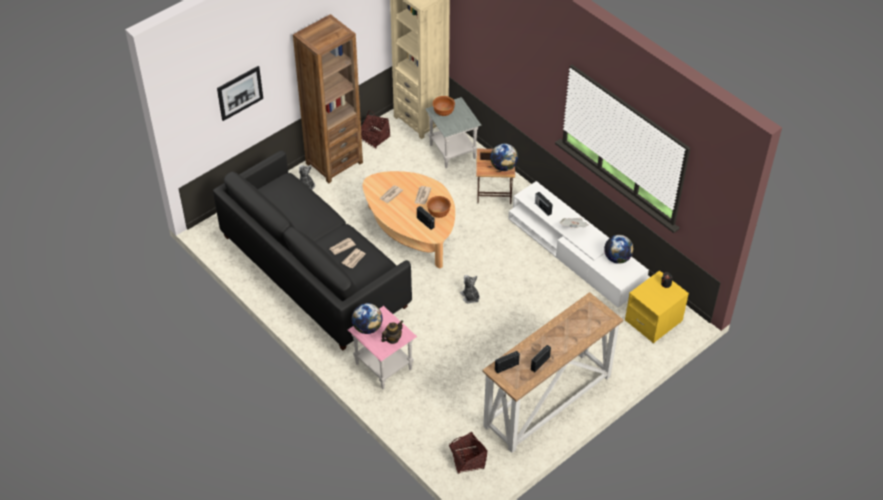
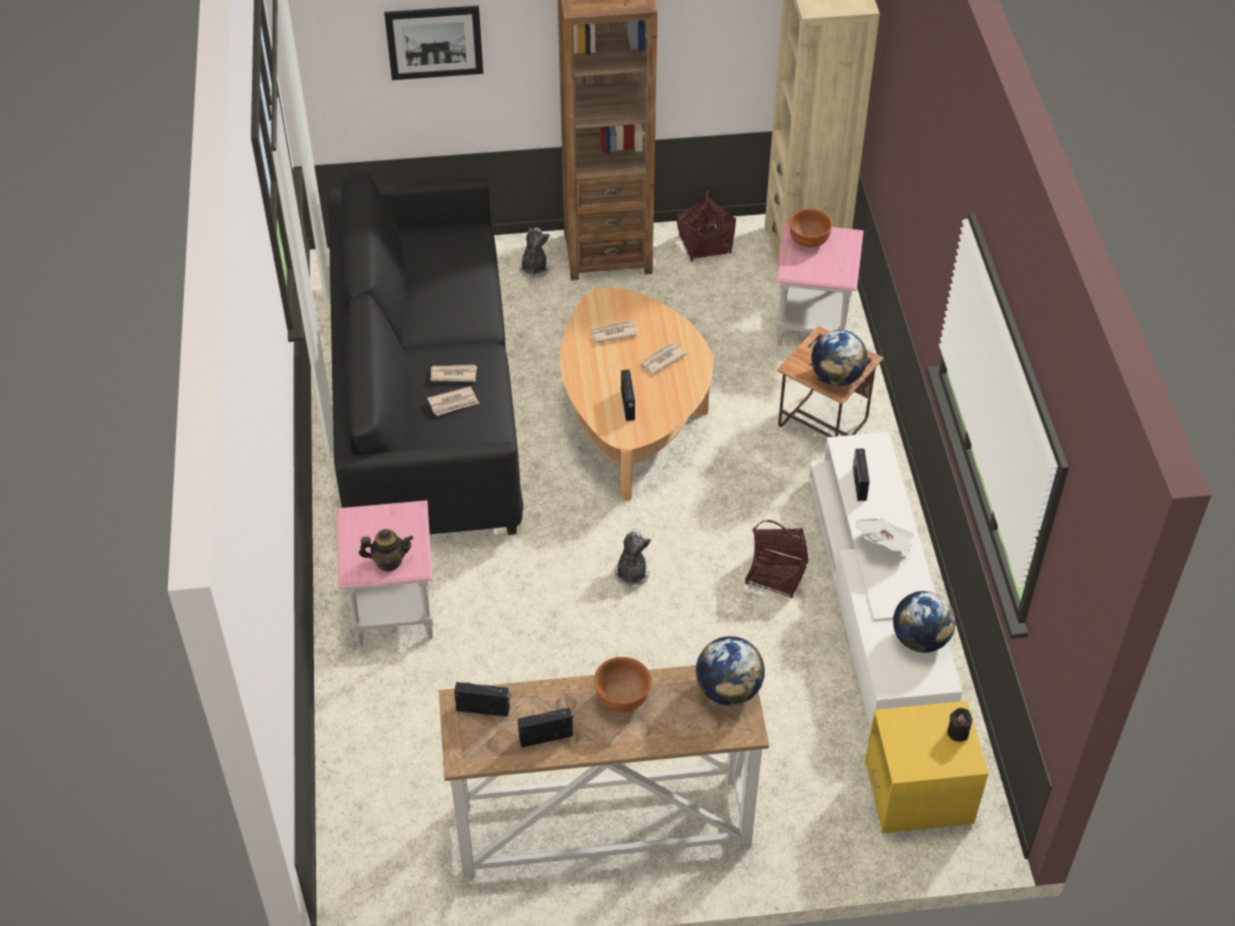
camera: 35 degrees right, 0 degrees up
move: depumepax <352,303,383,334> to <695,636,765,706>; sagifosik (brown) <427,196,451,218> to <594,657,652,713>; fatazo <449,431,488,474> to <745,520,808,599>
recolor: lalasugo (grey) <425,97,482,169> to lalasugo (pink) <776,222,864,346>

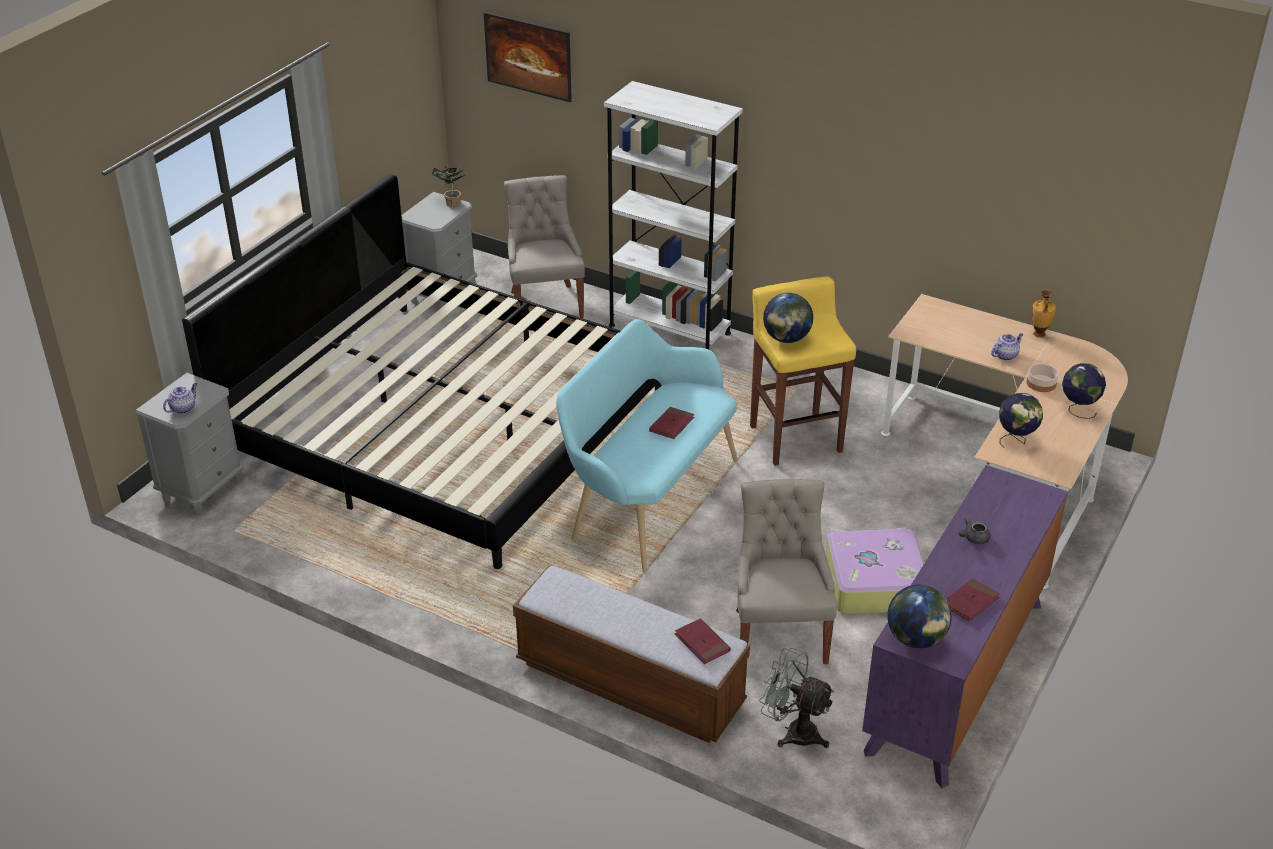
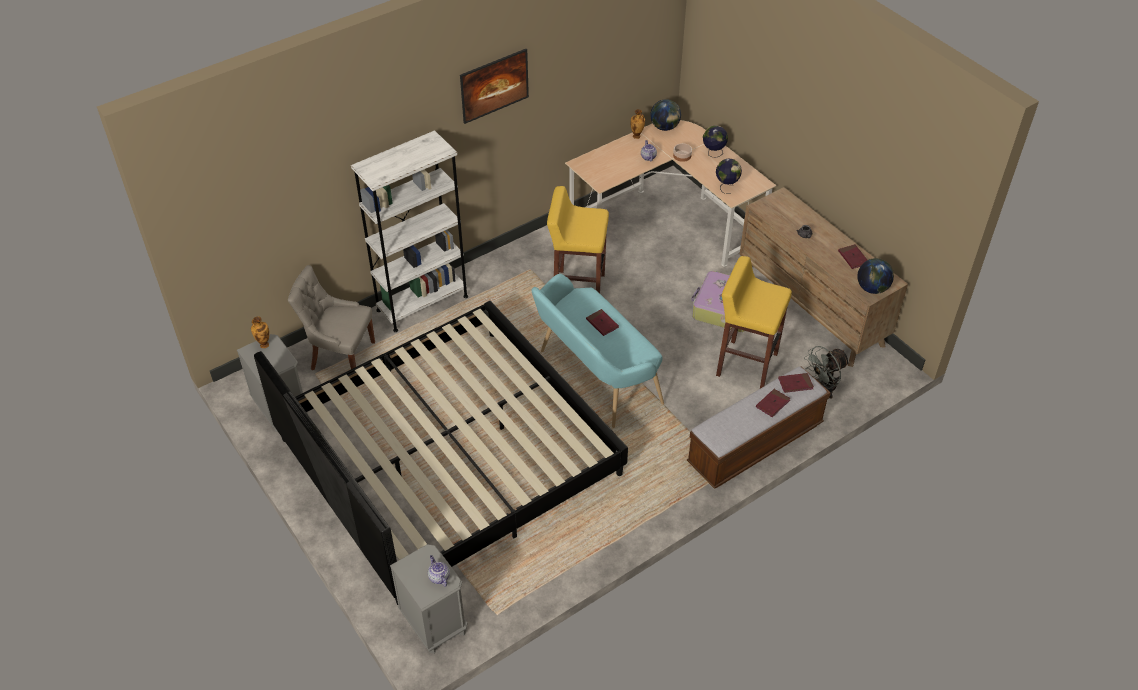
camera: 65 degrees left, 10 degrees up
insert: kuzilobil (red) <756,389,791,417>
move: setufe <484,12,572,102> to <460,49,529,124>; depumepax <763,293,813,343> to <650,99,681,131>
replace: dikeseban <432,165,464,207> to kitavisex <251,317,269,348>; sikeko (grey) <736,479,837,664> to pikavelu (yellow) <716,256,792,389>
recolor: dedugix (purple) <862,465,1068,788> to dedugix (brown) <740,187,908,367>

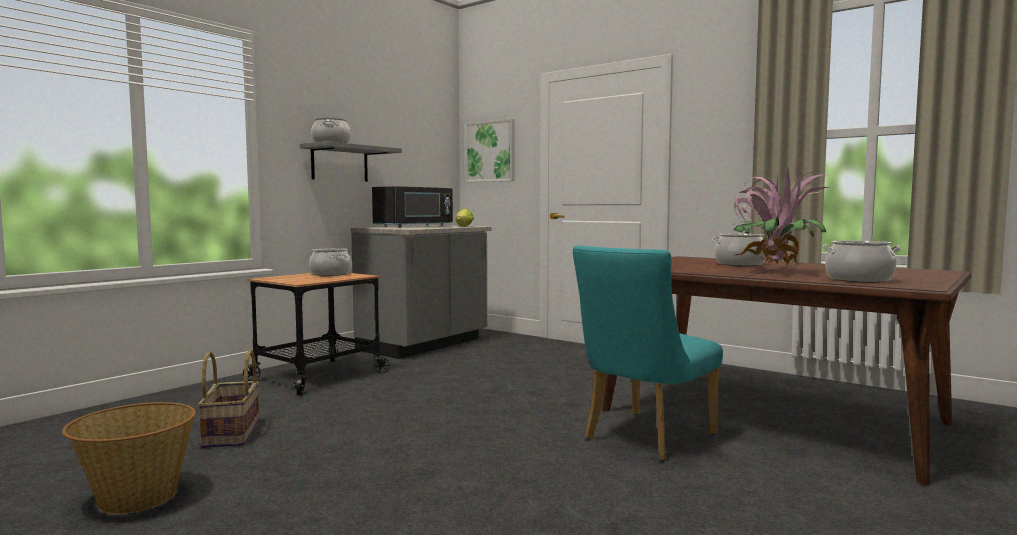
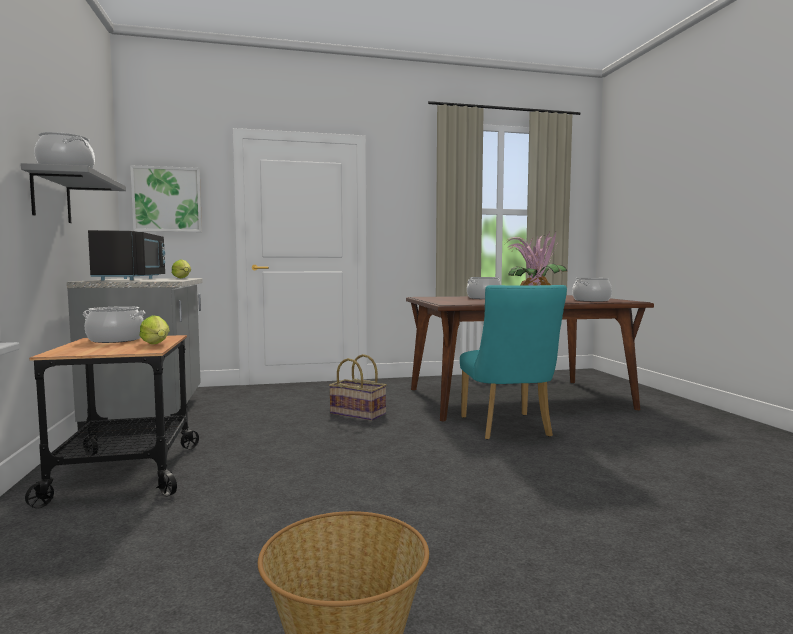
camera: 50 degrees left, 0 degrees up
insert: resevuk <139,315,170,344>
move: fatazo <197,350,259,448> to <329,354,387,421>

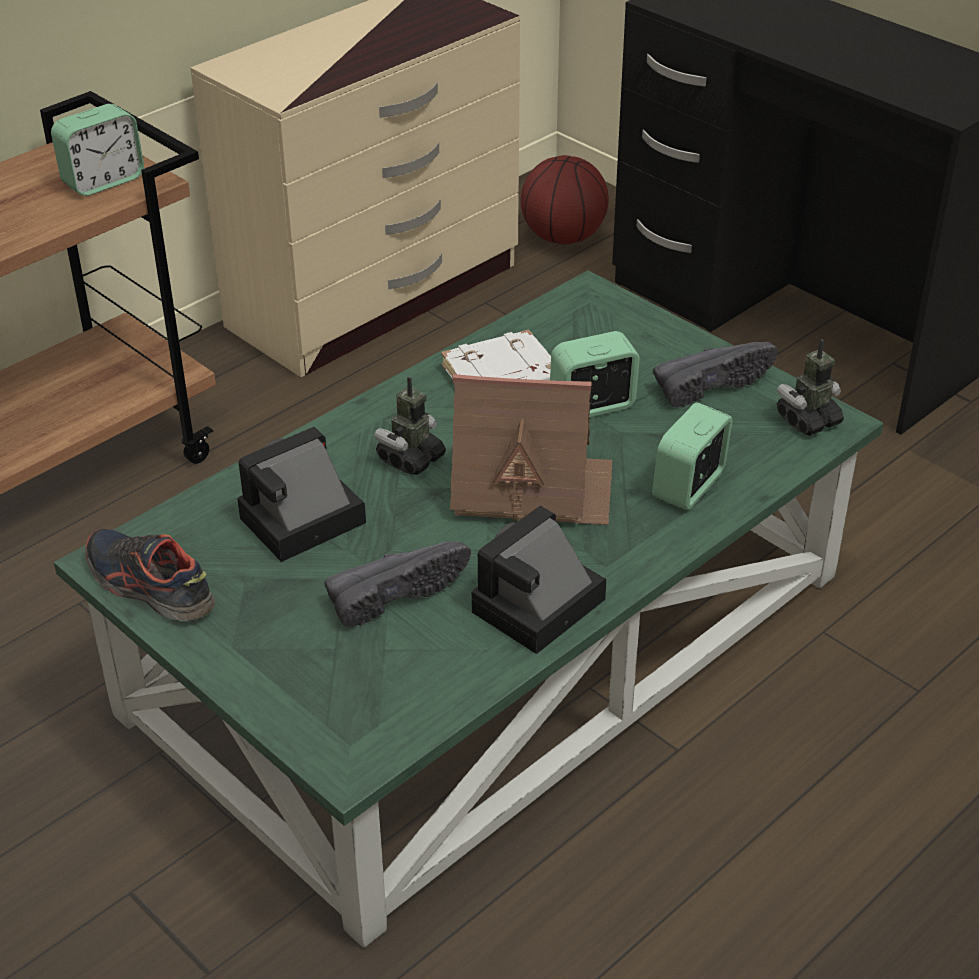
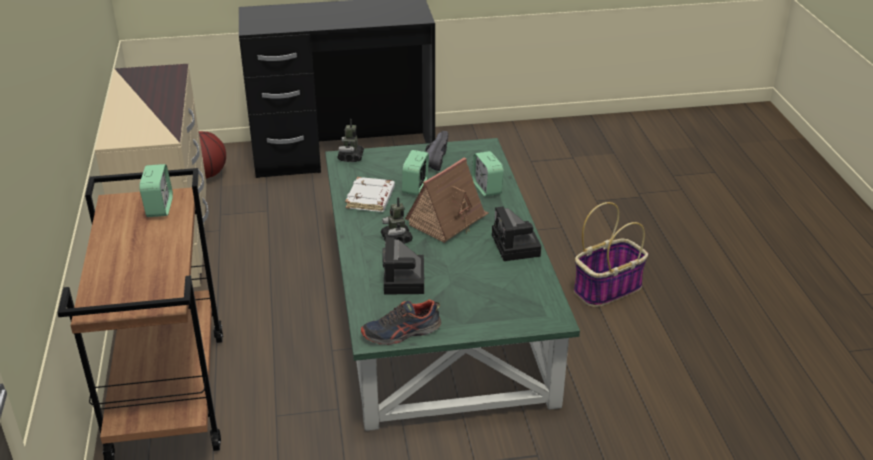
camera: 55 degrees left, 5 degrees down
delete: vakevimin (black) <325,541,471,628>
insert: fatazo <574,202,648,307>
move: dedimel <777,339,844,436> to <337,119,364,162>

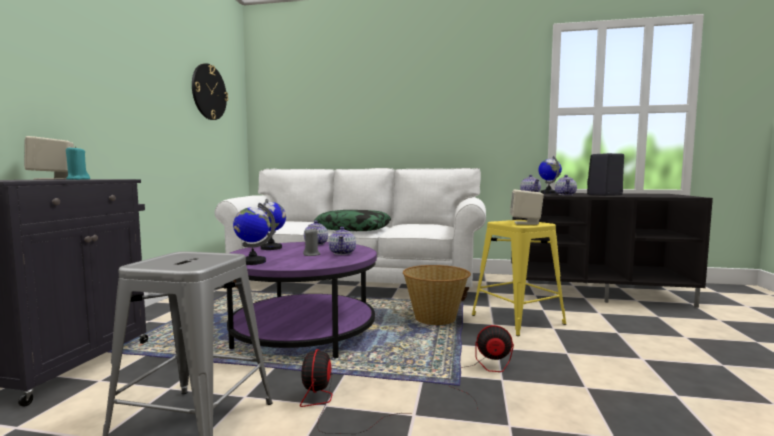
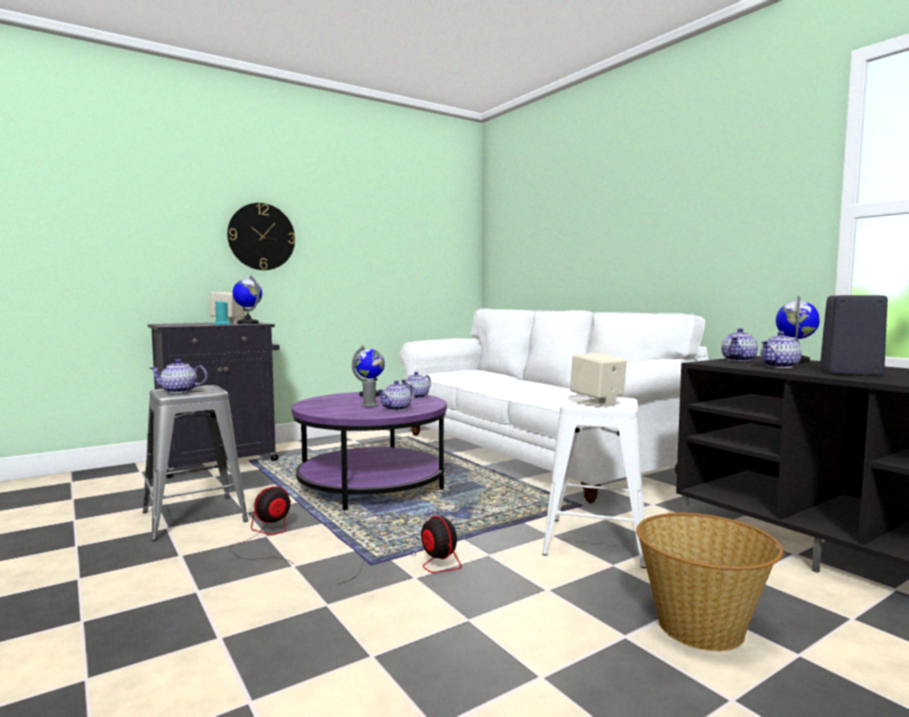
camera: 45 degrees right, 0 degrees up
delete: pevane <314,210,391,231>
insert: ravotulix <150,359,207,393>
move: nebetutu <192,63,228,120> to <227,203,295,270>; depumepax <233,203,275,265> to <232,275,262,324>; fatazo <403,265,471,325> to <636,513,783,651>
recolor: pikavelu (yellow) <472,220,566,336> to pikavelu (white) <542,395,646,568>

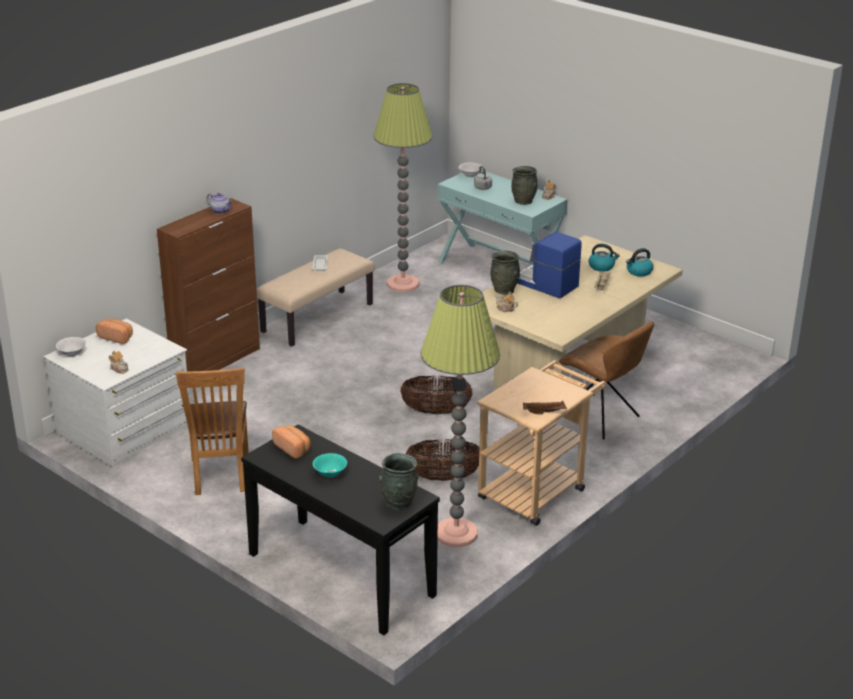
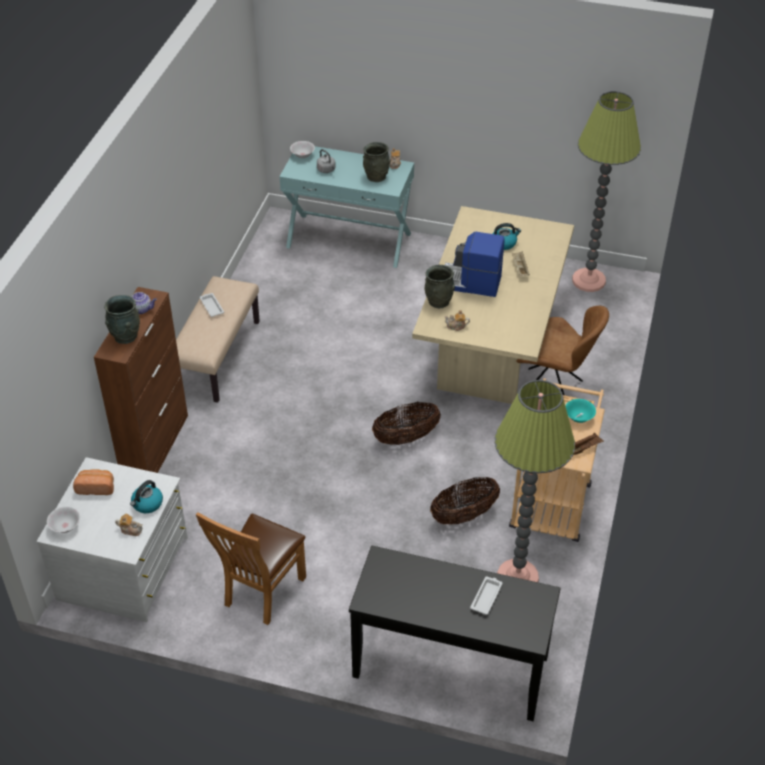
camera: 25 degrees left, 15 degrees up
delete: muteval <272,425,311,459>
insert: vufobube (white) <470,576,503,615>
move: sagifosik (turquoise) <313,453,347,477> to <565,399,596,423>; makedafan <374,83,432,292> to <572,91,641,292>; kitavisex (grey) <379,453,419,510> to <104,295,140,344>; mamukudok <626,248,653,277> to <130,480,163,513>
rotate: sikeko (brown) <176,368,249,495> = <196,512,306,625> 60 degrees clockwise

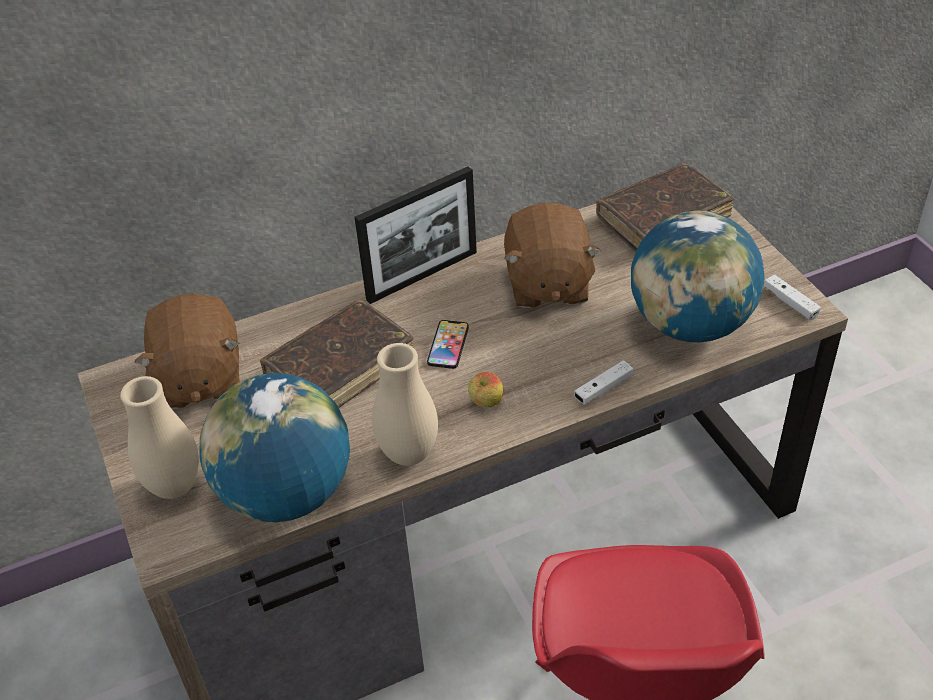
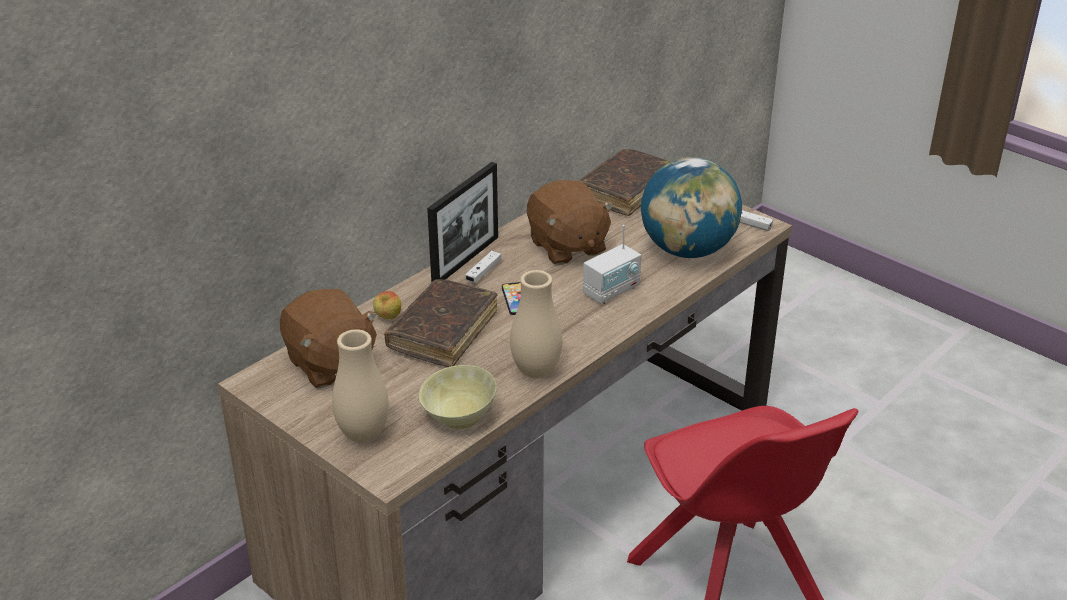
camera: 25 degrees left, 10 degrees down
insert: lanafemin <583,225,641,304>
move: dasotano <468,372,504,407> to <373,291,401,319>; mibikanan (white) <574,360,634,404> to <465,251,501,283>
replace: depumepax <200,373,350,522> to sagifosik (beige) <419,365,497,429>

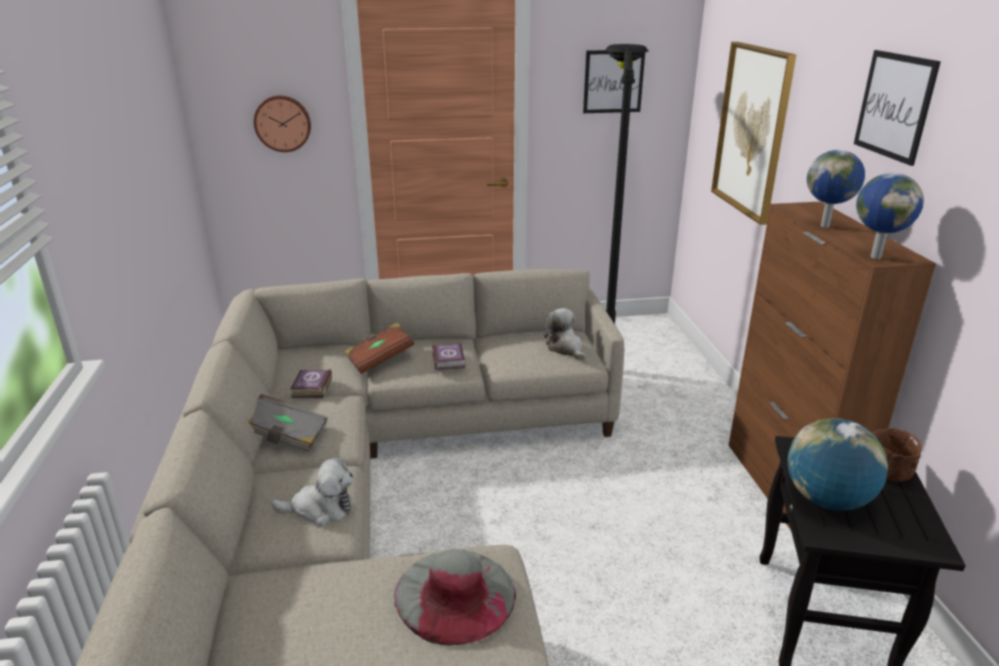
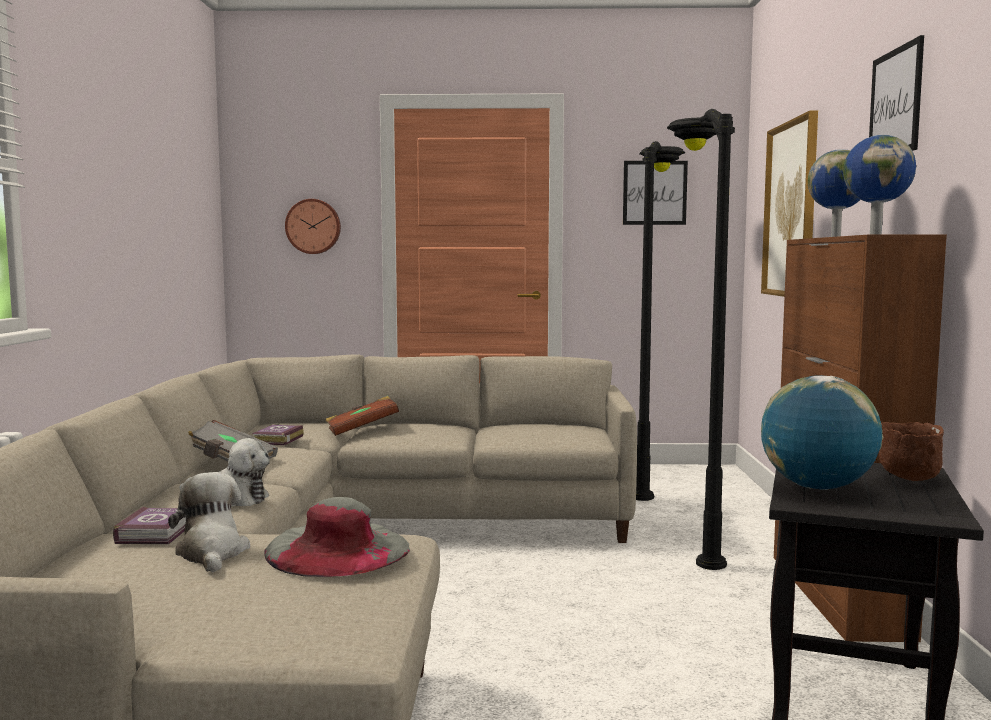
camera: 10 degrees right, 20 degrees down
insert: makedafan (black) <667,109,735,570>
move: kuzilobil <432,343,465,370> to <113,507,186,544>; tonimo <545,308,586,361> to <168,472,250,573>

